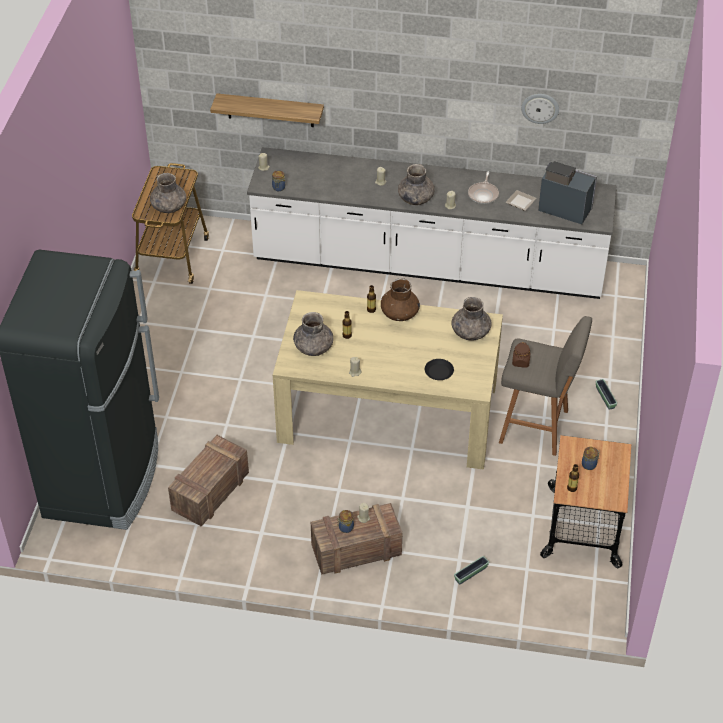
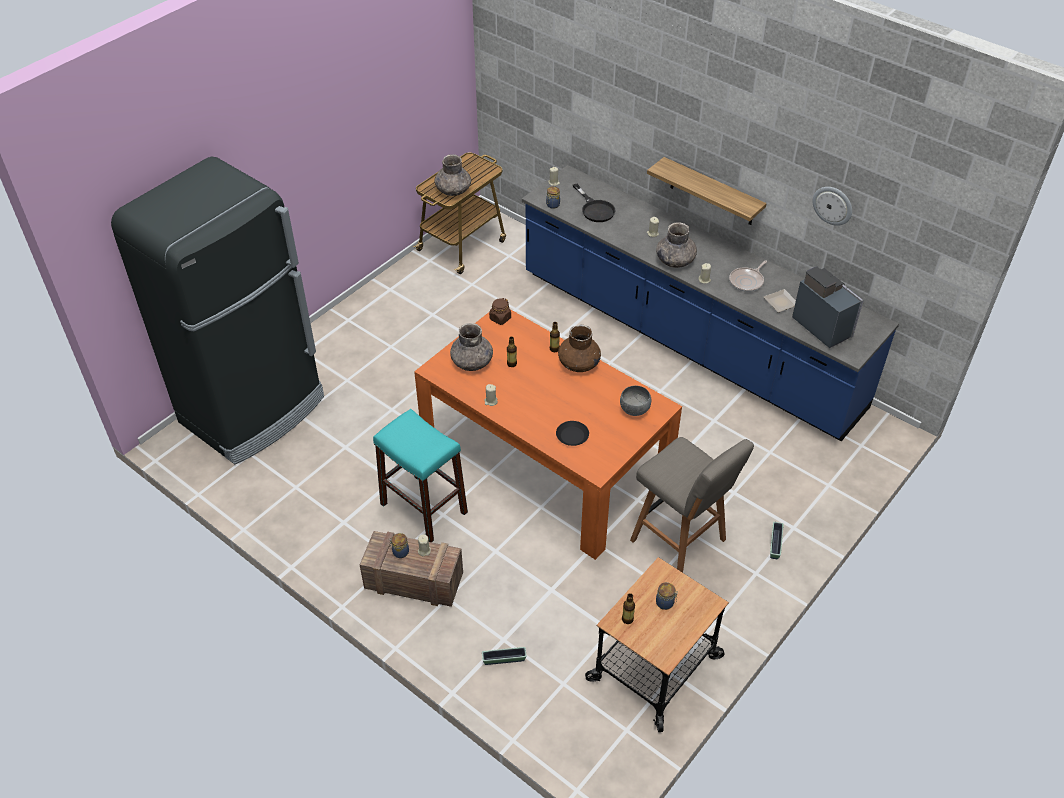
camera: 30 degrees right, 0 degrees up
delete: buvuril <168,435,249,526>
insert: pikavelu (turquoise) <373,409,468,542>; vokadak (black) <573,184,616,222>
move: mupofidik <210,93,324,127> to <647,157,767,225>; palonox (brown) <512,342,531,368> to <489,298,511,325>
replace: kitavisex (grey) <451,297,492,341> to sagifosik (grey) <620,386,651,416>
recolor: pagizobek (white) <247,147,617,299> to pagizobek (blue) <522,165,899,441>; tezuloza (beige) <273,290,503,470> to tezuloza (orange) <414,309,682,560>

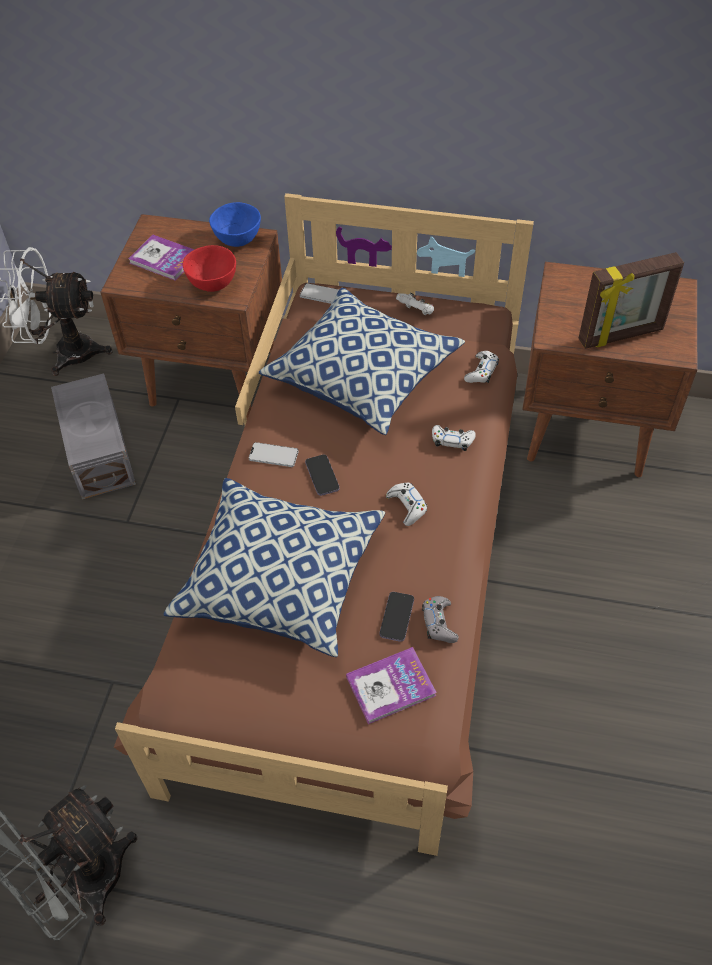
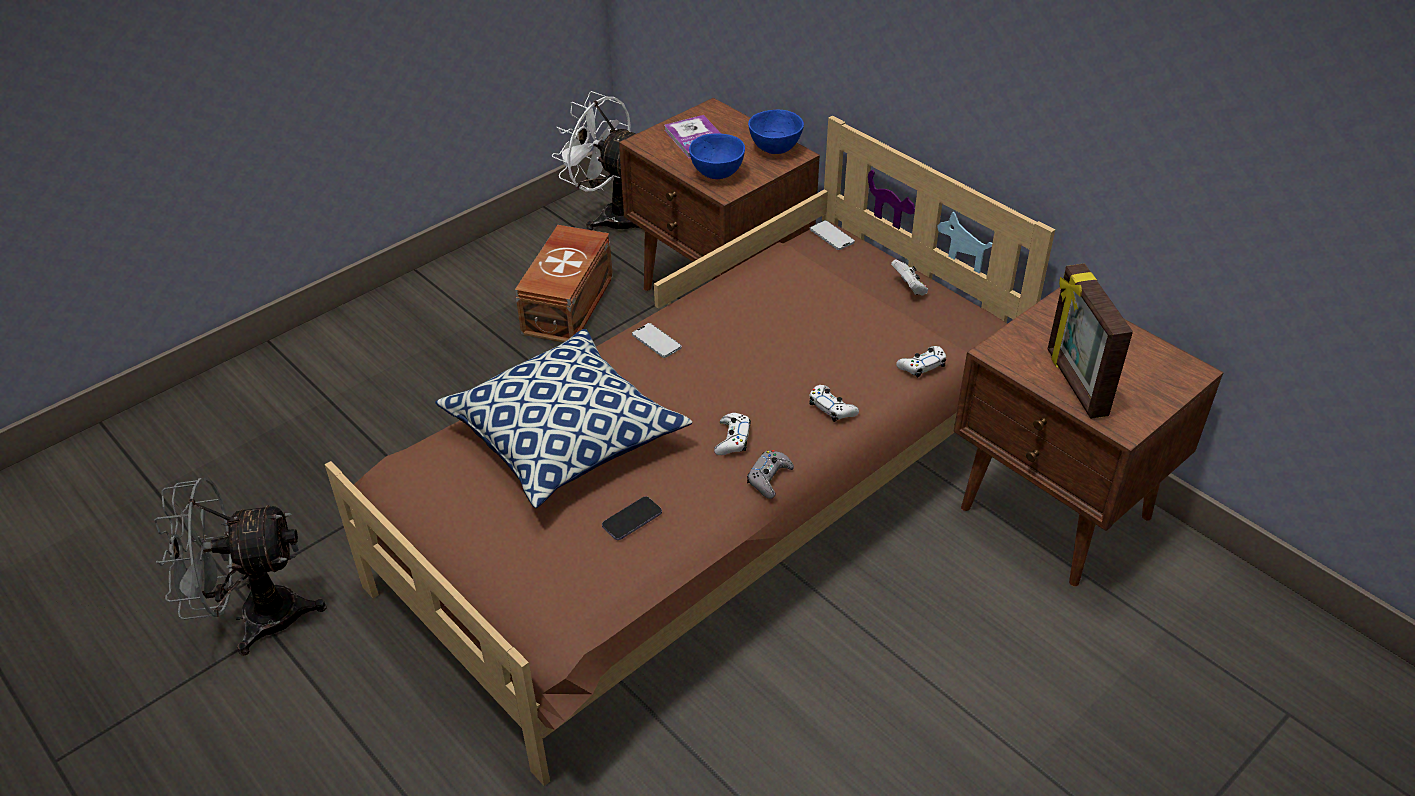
camera: 35 degrees right, 10 degrees down
delete: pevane <259,288,465,435>; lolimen <305,454,340,496>; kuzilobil <346,647,437,724>
move: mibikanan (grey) <422,596,459,643> to <747,450,794,499>
recolor: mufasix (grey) <51,373,136,499> to mufasix (brown) <515,225,613,342>; sagifosik (red) <183,245,236,292> to sagifosik (blue) <689,134,745,179>
rotate: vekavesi <578,252,684,349> = <1048,264,1133,419> 60 degrees clockwise

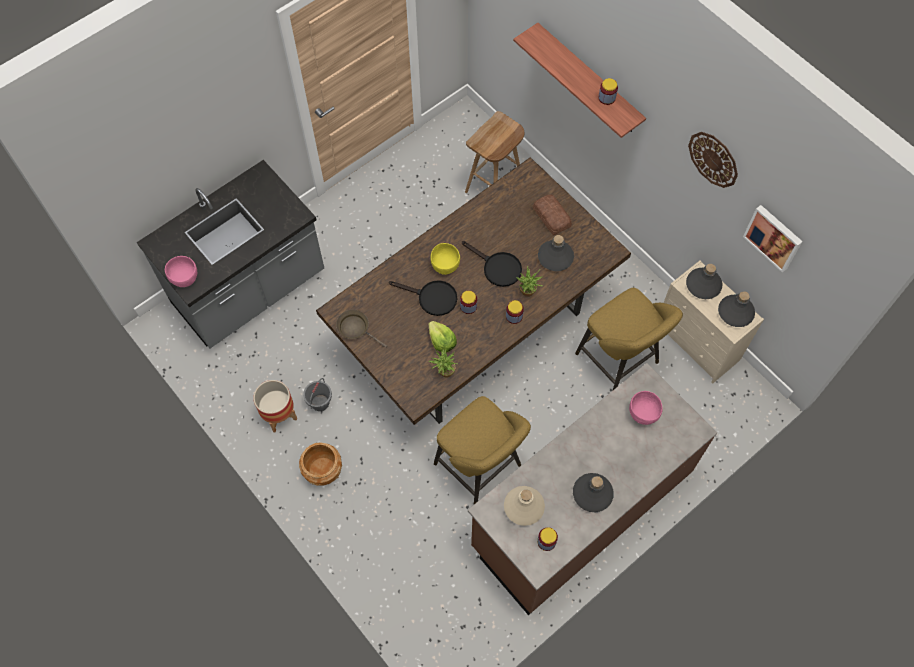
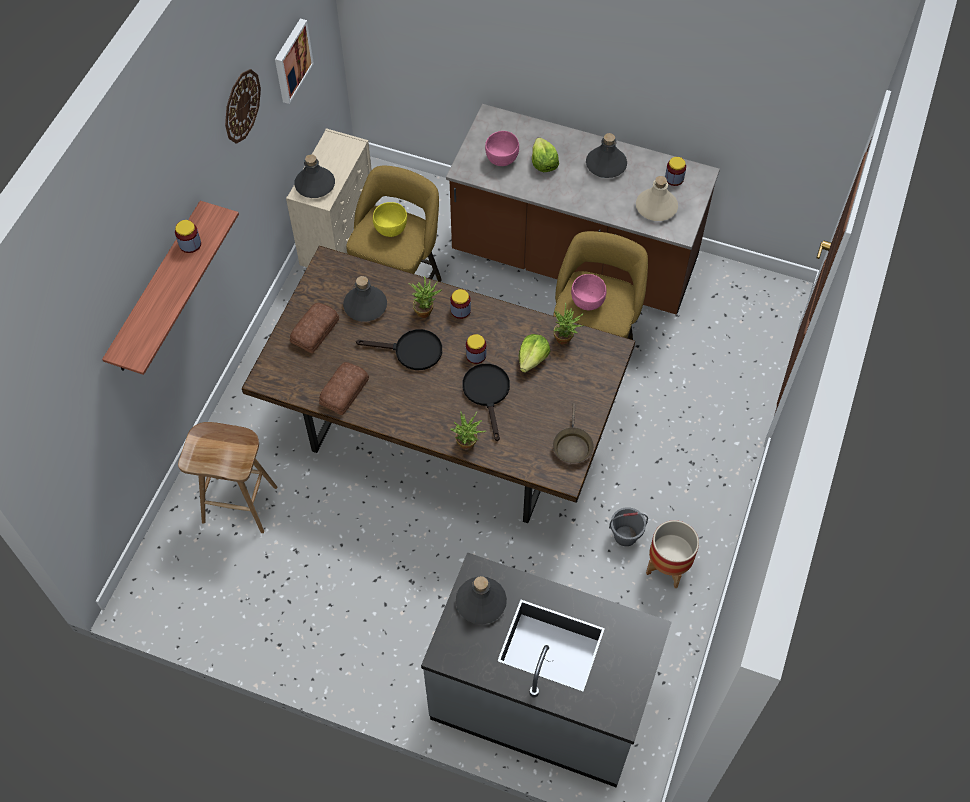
camera: 120 degrees left, 5 degrees down
delete: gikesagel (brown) <299,442,342,486>
insert: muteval <319,362,369,415>; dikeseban <450,412,486,450>; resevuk <532,137,559,172>
move: sagifosik (pink) <165,256,197,287> to <571,274,606,310>; sagifosik (yellow) <430,243,460,275> to <373,202,407,237>; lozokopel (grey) <718,291,755,327> to <456,576,507,624>
rotate: vokadak (black) <462,241,522,287> = <356,329,442,370> 90 degrees clockwise

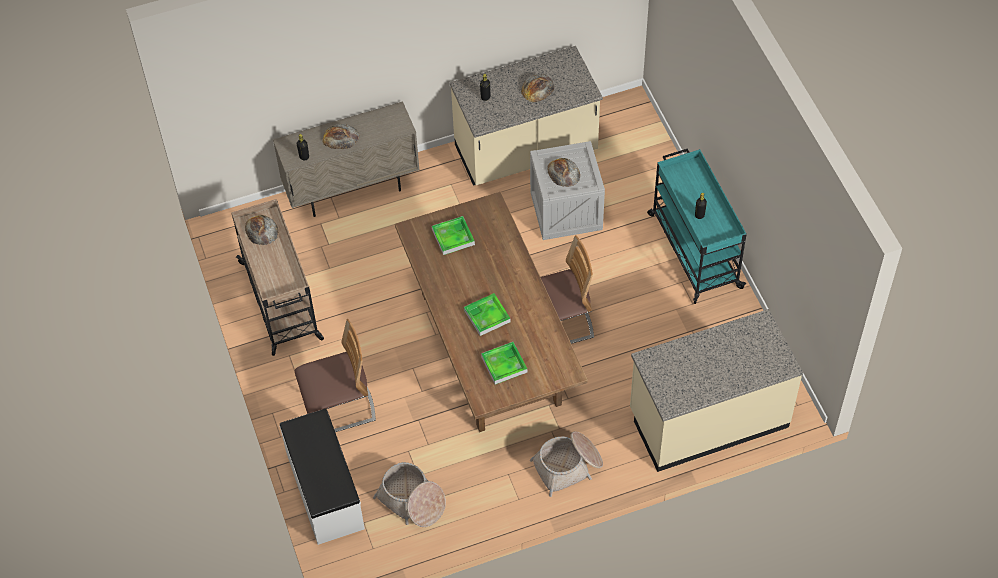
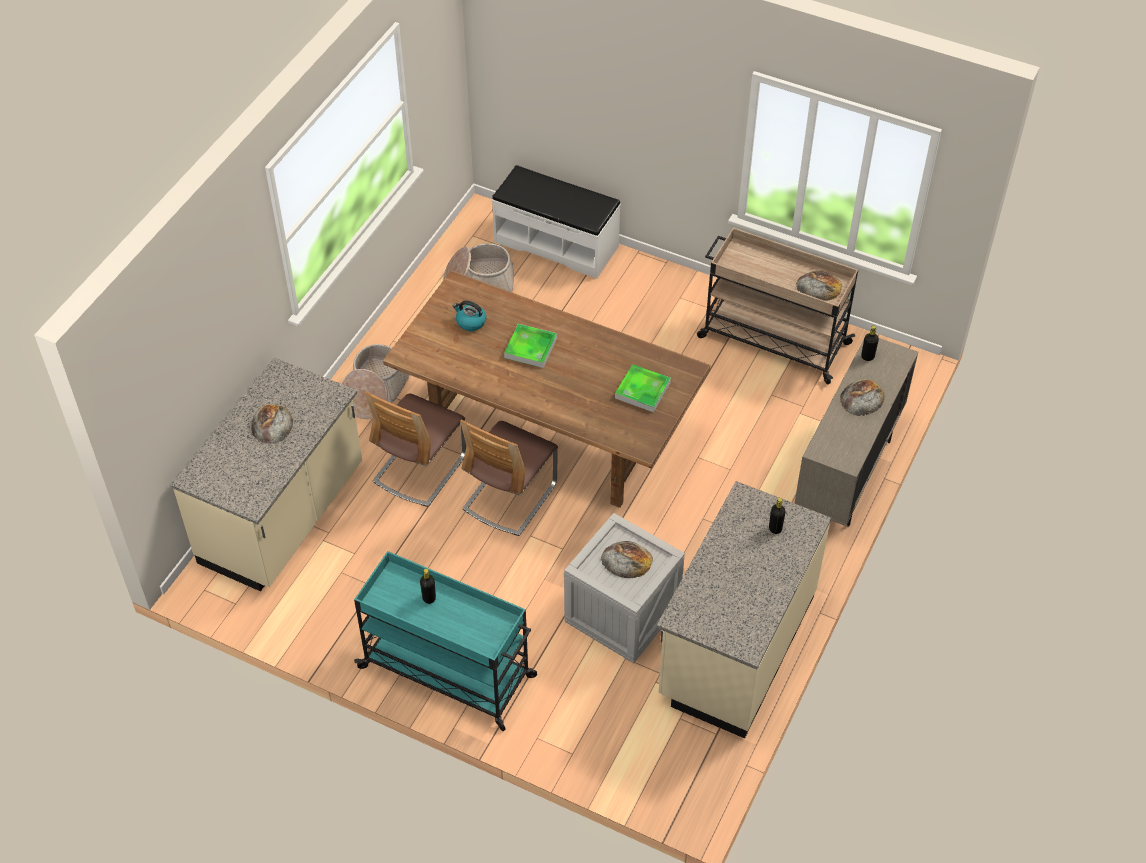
camera: 135 degrees right, 5 degrees down
move: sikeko <295,319,376,432> to <365,391,466,507>; muteval <521,74,554,102> to <251,405,293,444>
replace: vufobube <481,342,527,384> to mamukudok <453,301,486,331>

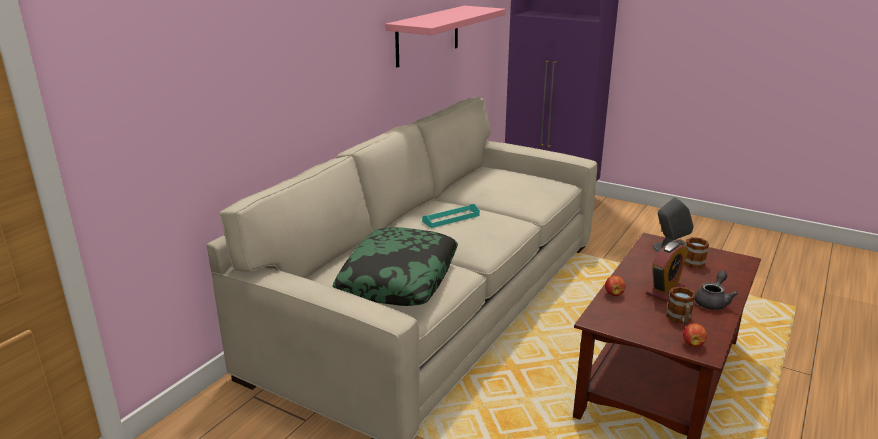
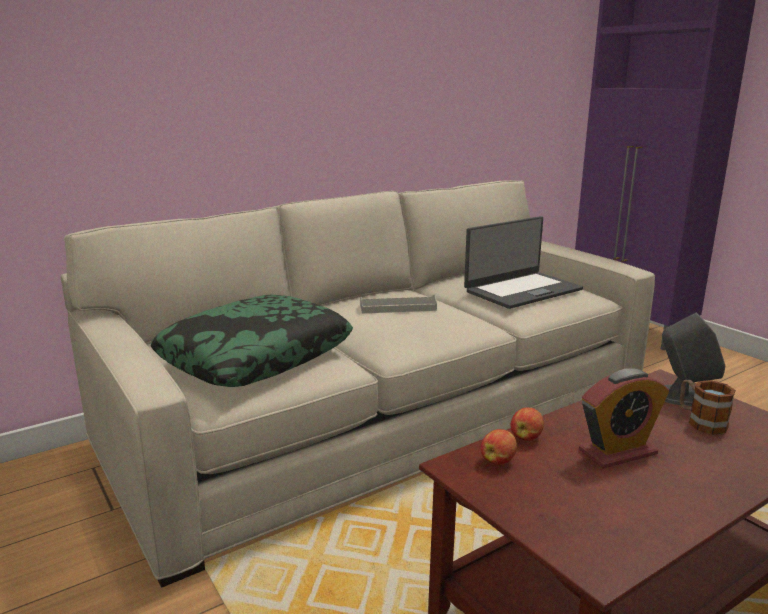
camera: 25 degrees right, 5 degrees down
delete: mupofidik (pink) <385,6,506,67>; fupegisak <666,286,696,324>; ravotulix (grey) <694,271,738,310>
insert: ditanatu <464,216,583,309>
move: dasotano <683,323,707,347> to <480,429,517,465>
recolor: vufobube (turquoise) <422,204,480,228> to vufobube (grey) <360,294,437,313>

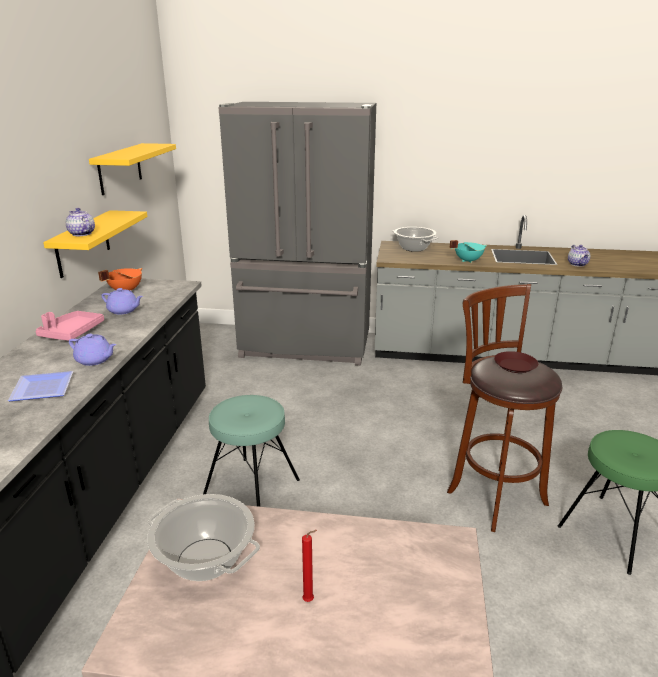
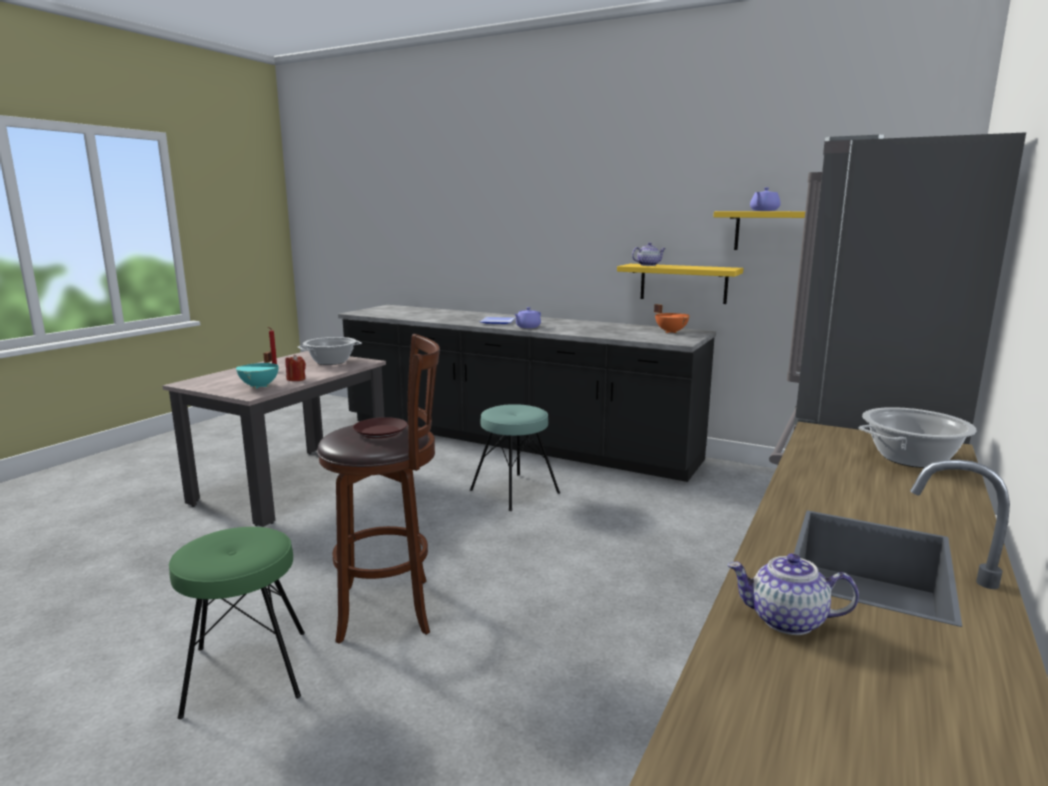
camera: 110 degrees right, 10 degrees down
delete: vufobube (pink) <35,311,104,341>
insert: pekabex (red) <285,355,306,381>
move: ravotulix (purple) <102,288,143,314> to <750,187,781,211>; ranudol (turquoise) <450,240,487,263> to <236,351,279,389>

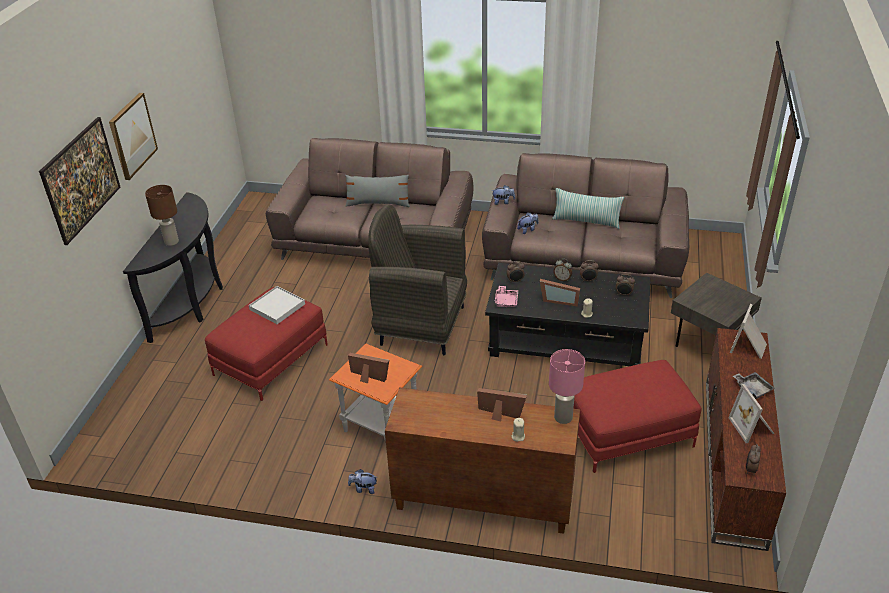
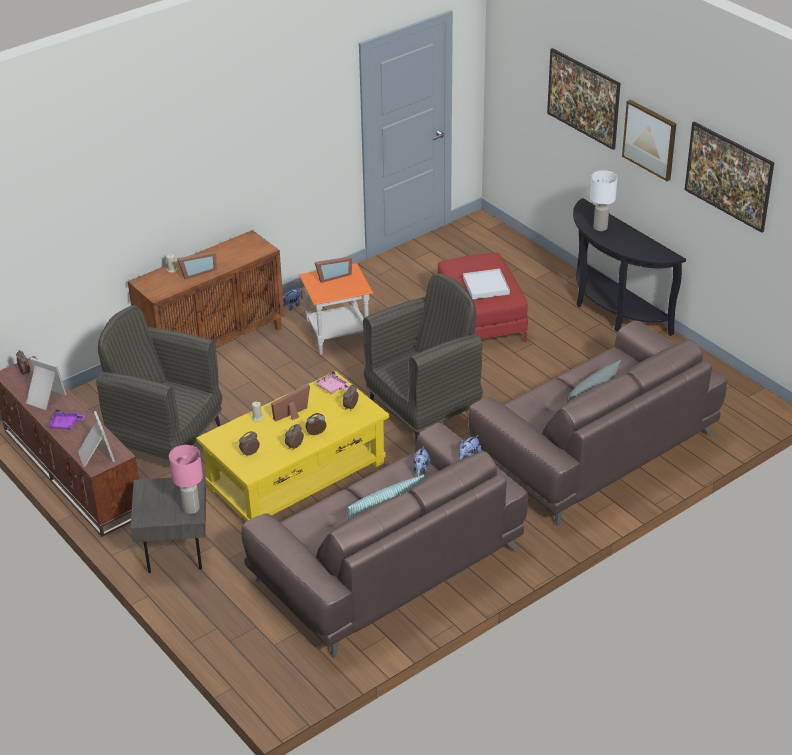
camera: 130 degrees right, 0 degrees up
insert: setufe <685,122,774,233>
move: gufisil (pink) <549,349,585,424> to <169,445,203,514>
replace: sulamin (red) <573,360,702,473> to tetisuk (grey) <96,305,222,463>
recolor: gufisil (brown) <145,185,179,246> to gufisil (white) <590,170,618,231>; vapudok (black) <485,263,651,366> to vapudok (yellow) <196,371,389,522>; vufobube (grey) <733,372,775,399> to vufobube (purple) <47,409,86,430>

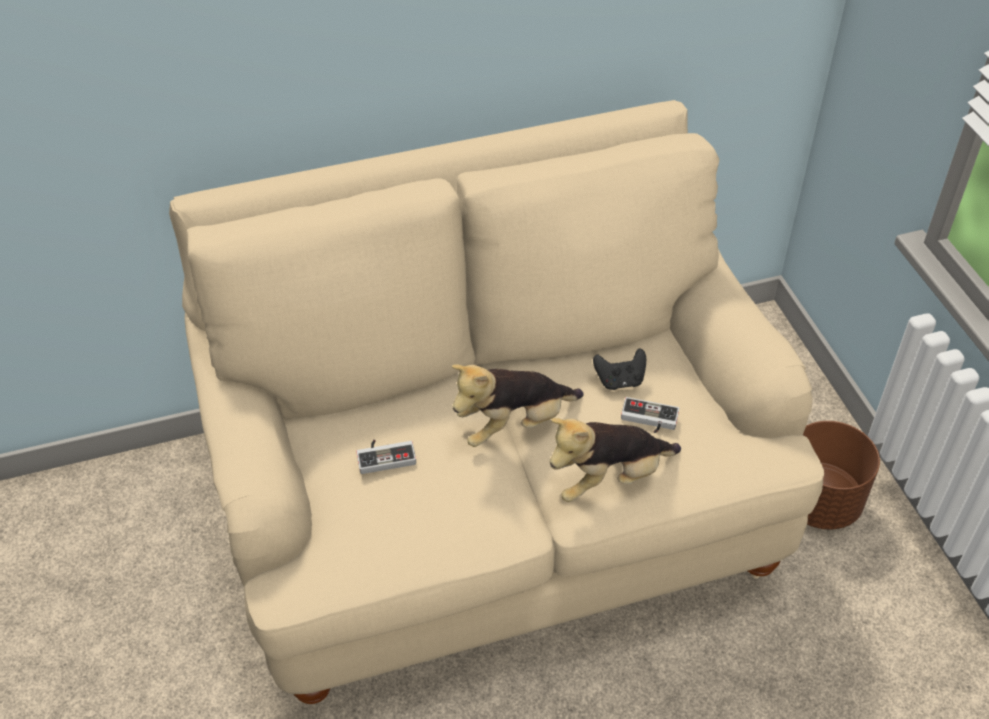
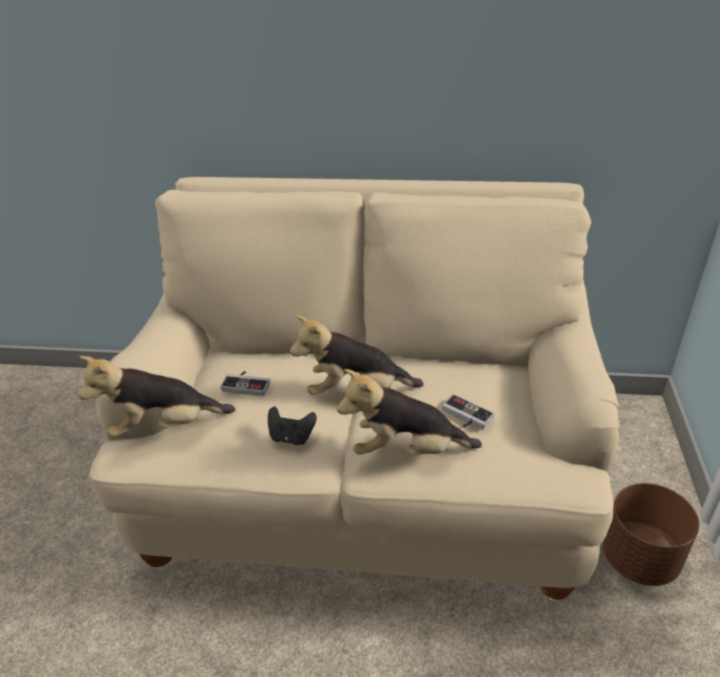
camera: 25 degrees right, 10 degrees down
insert: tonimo <78,356,235,437>
move: mibikanan (black) <593,349,646,390> to <268,406,317,445>

